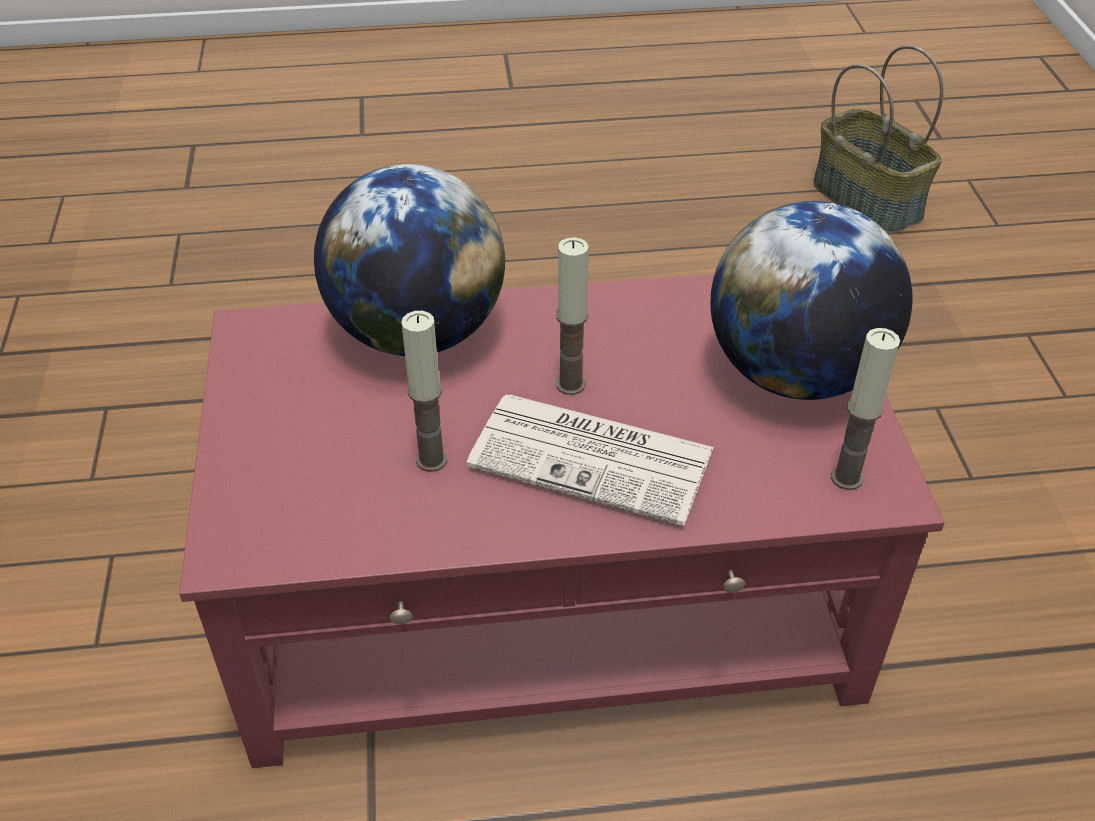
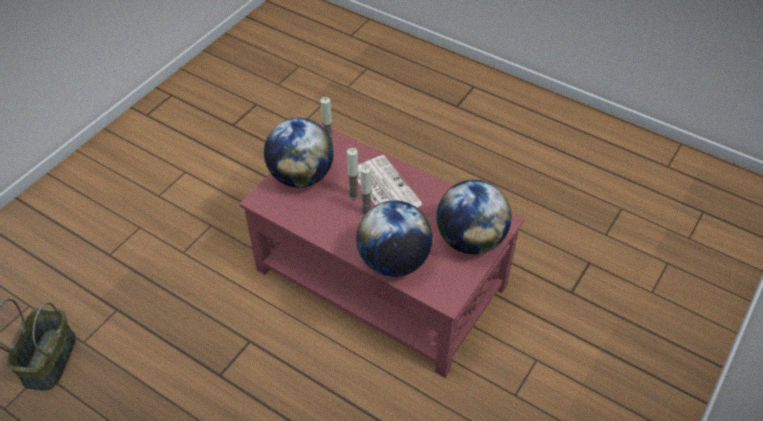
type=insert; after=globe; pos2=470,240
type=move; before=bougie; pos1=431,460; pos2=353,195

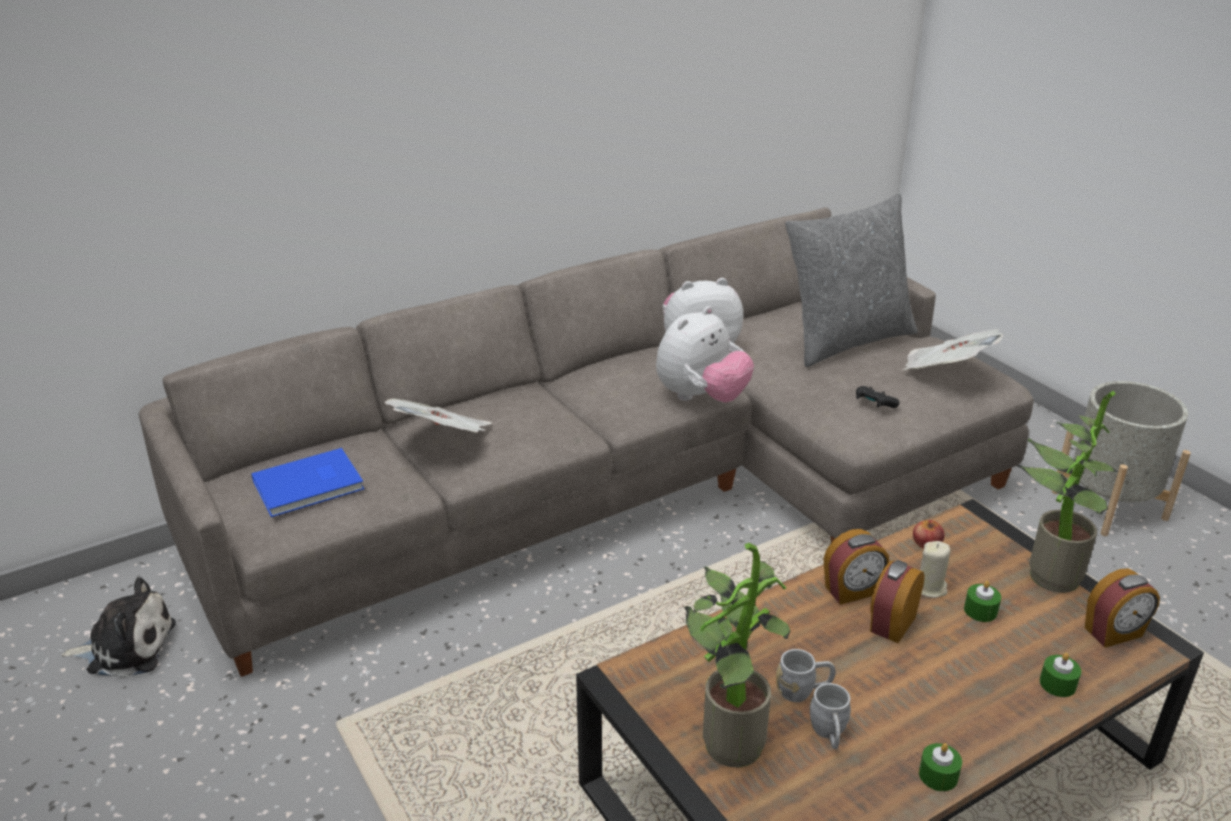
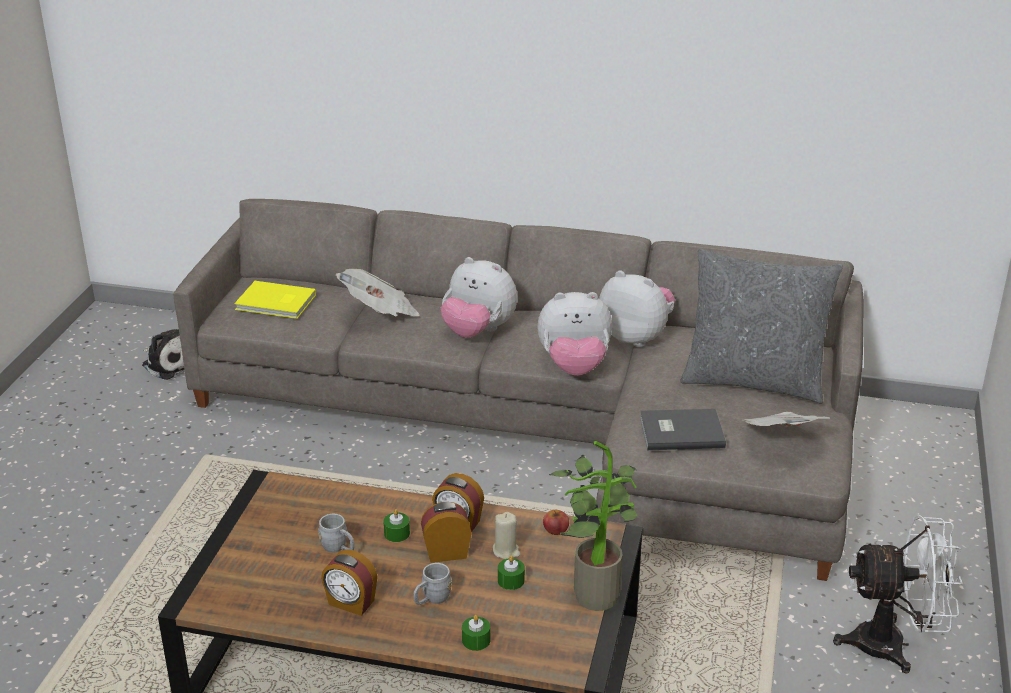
type=delete; before=plante en pot; pos1=726,739
type=insert; after=peluche; pos2=478,331
type=move; before=mug/gris; pos1=829,734; pos2=431,599
type=move; before=bougie/vert; pos1=938,775; pos2=397,533
type=move; before=réveil; pos1=1114,633; pos2=350,603
type=replace; before=manette/noir; after=livre/gris; pos1=874,405; pos2=680,431
type=replace; before=cache-pot/gris; after=ventilateur/blanc; pos1=1109,505; pos2=893,645
type=recolor; before=livre/bleu; after=livre/jaune; pos1=310,486; pos2=276,303

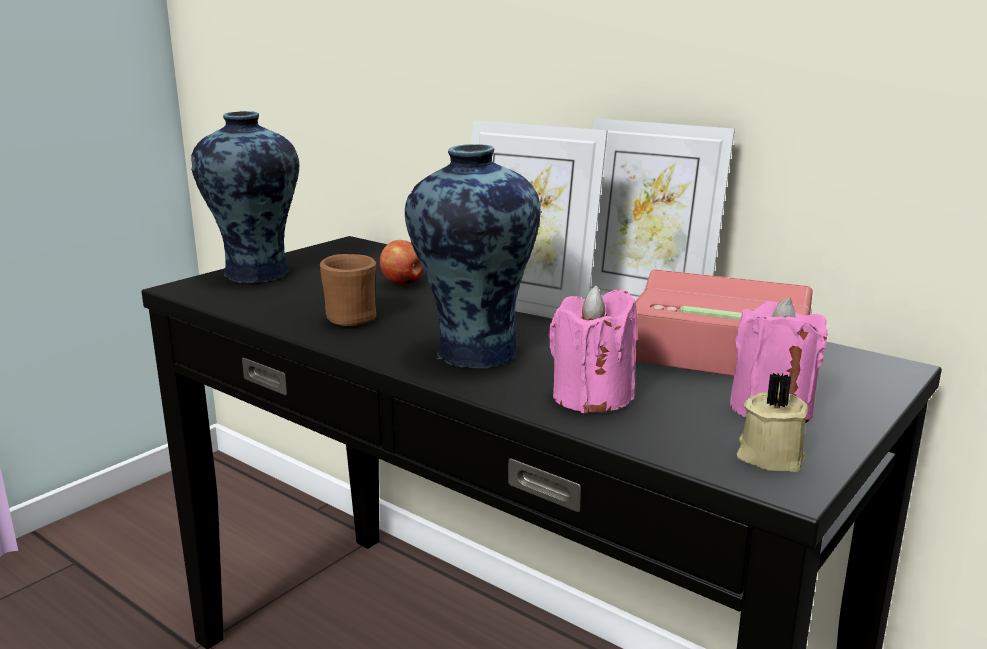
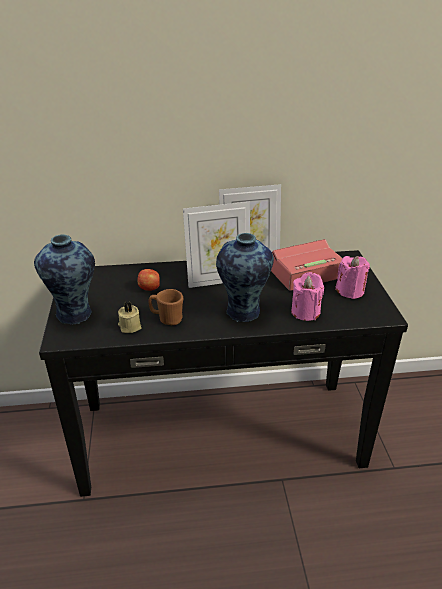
type=move; before=bougie/beige; pos1=769,456; pos2=129,326

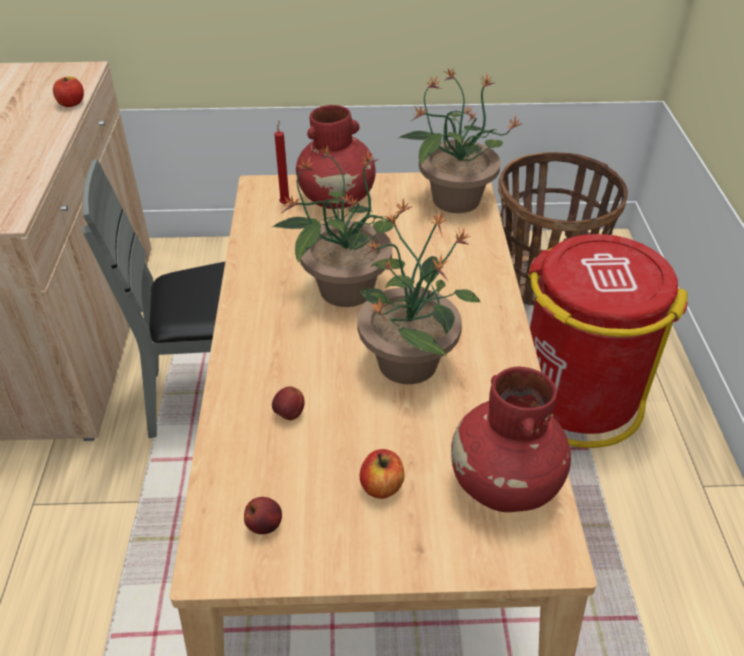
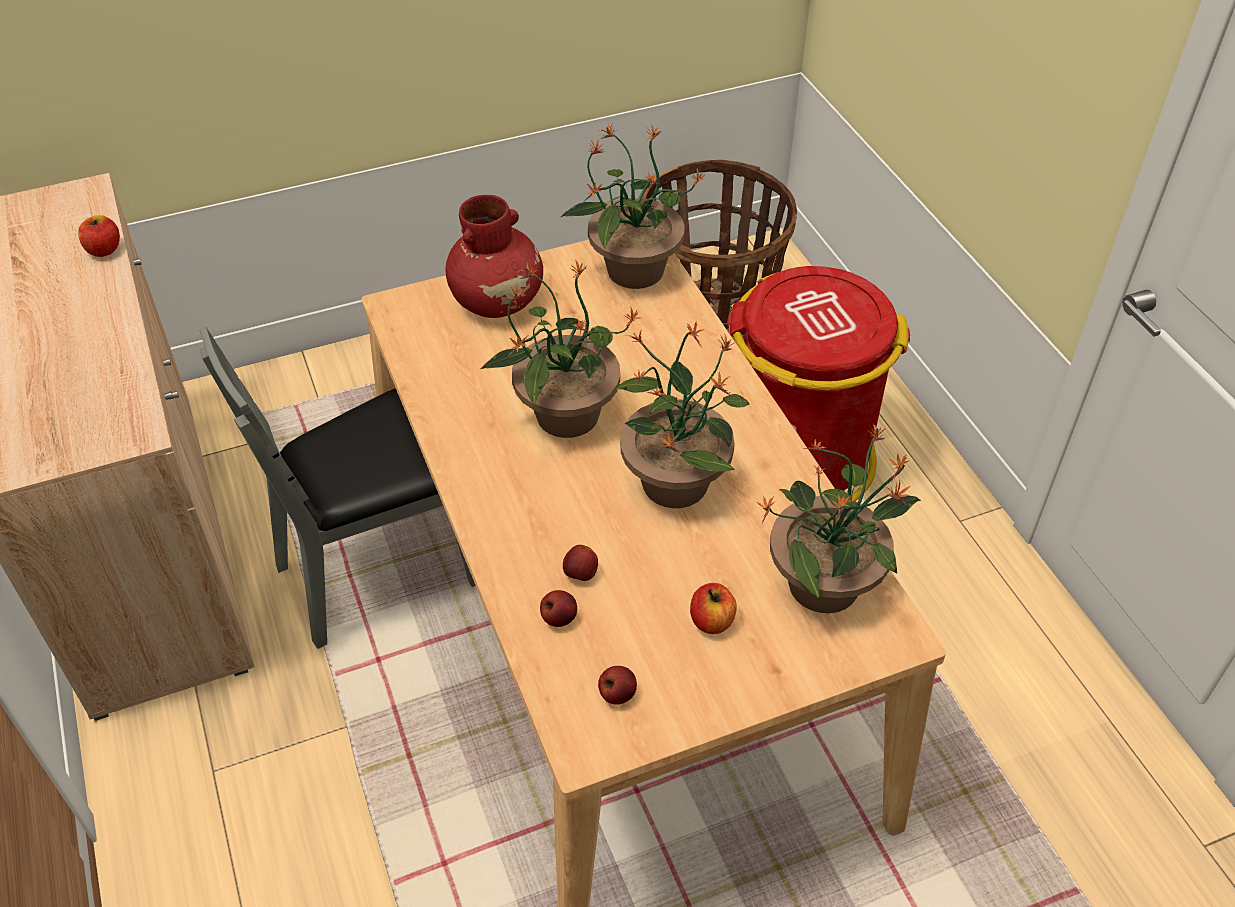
type=delete; before=bougie/rouge; pos1=285,203
type=insert; after=pomme; pos2=559,618
type=replace; before=vase/rouge; after=plante en pot; pos1=504,484; pos2=826,584

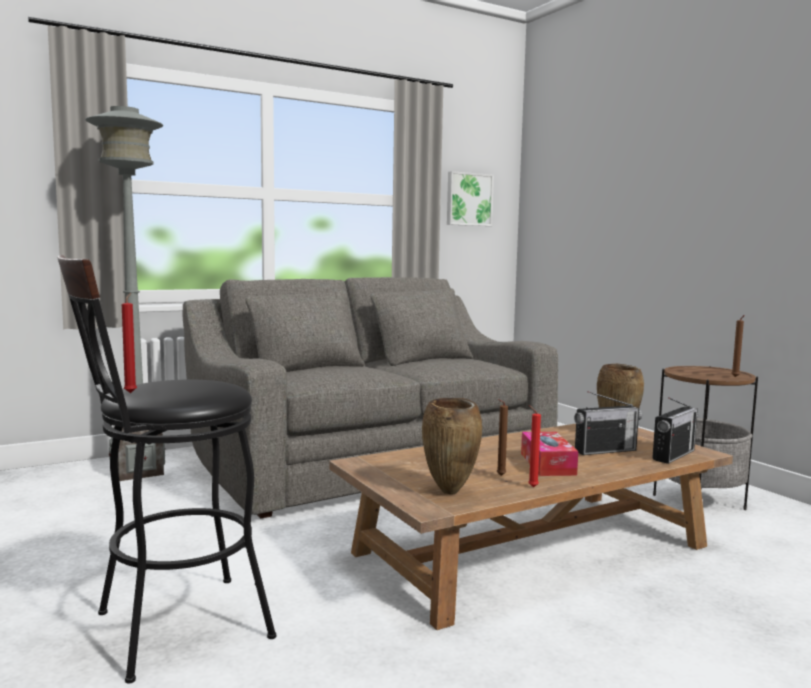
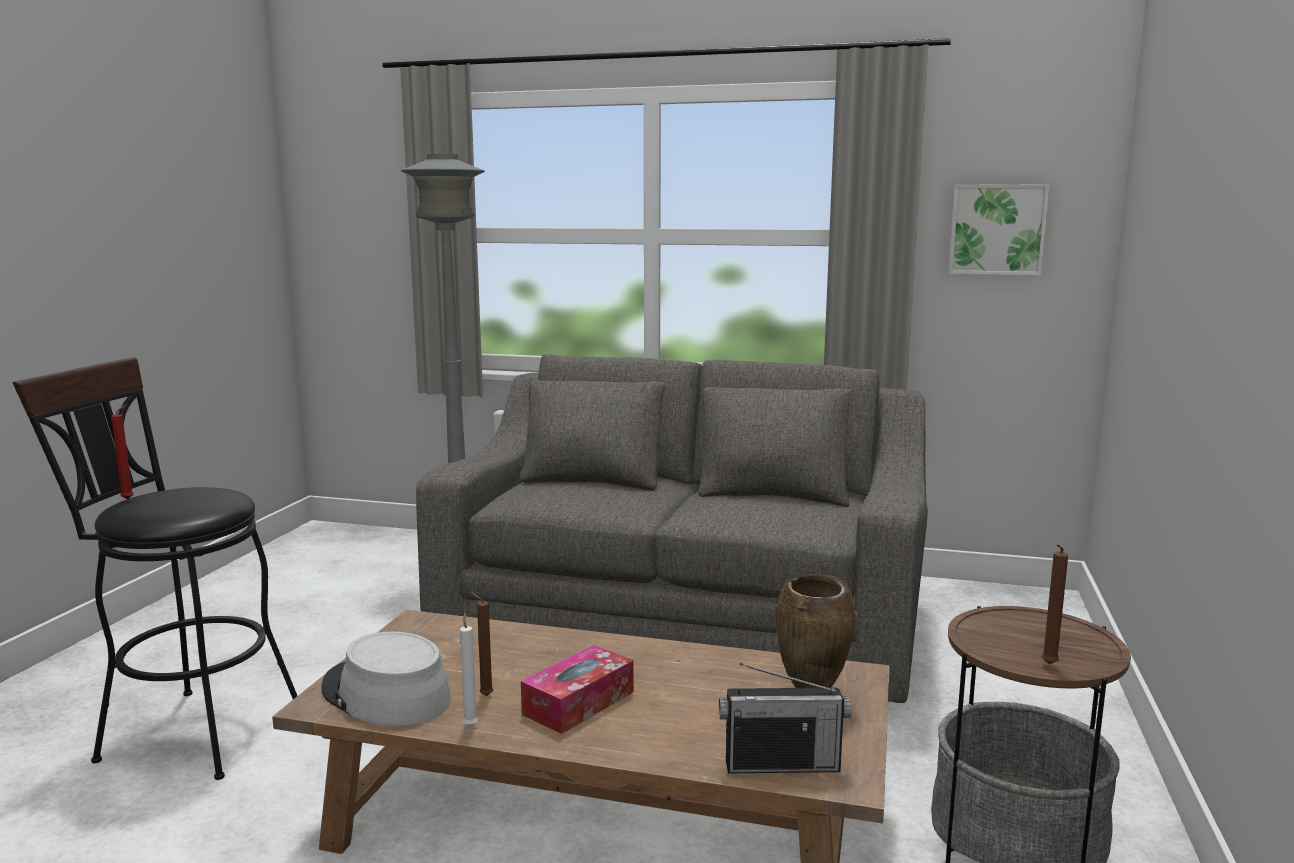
type=delete; before=radio; pos1=605,450
type=replace; before=vase/marron; after=chapeau/gris; pos1=451,492; pos2=385,694
type=recolor; before=bougie/rouge; after=bougie/blanc; pos1=531,486; pos2=470,725

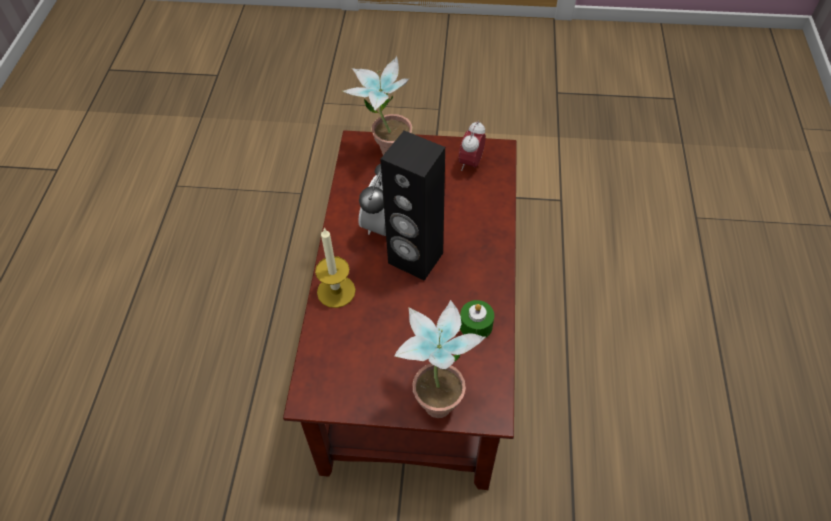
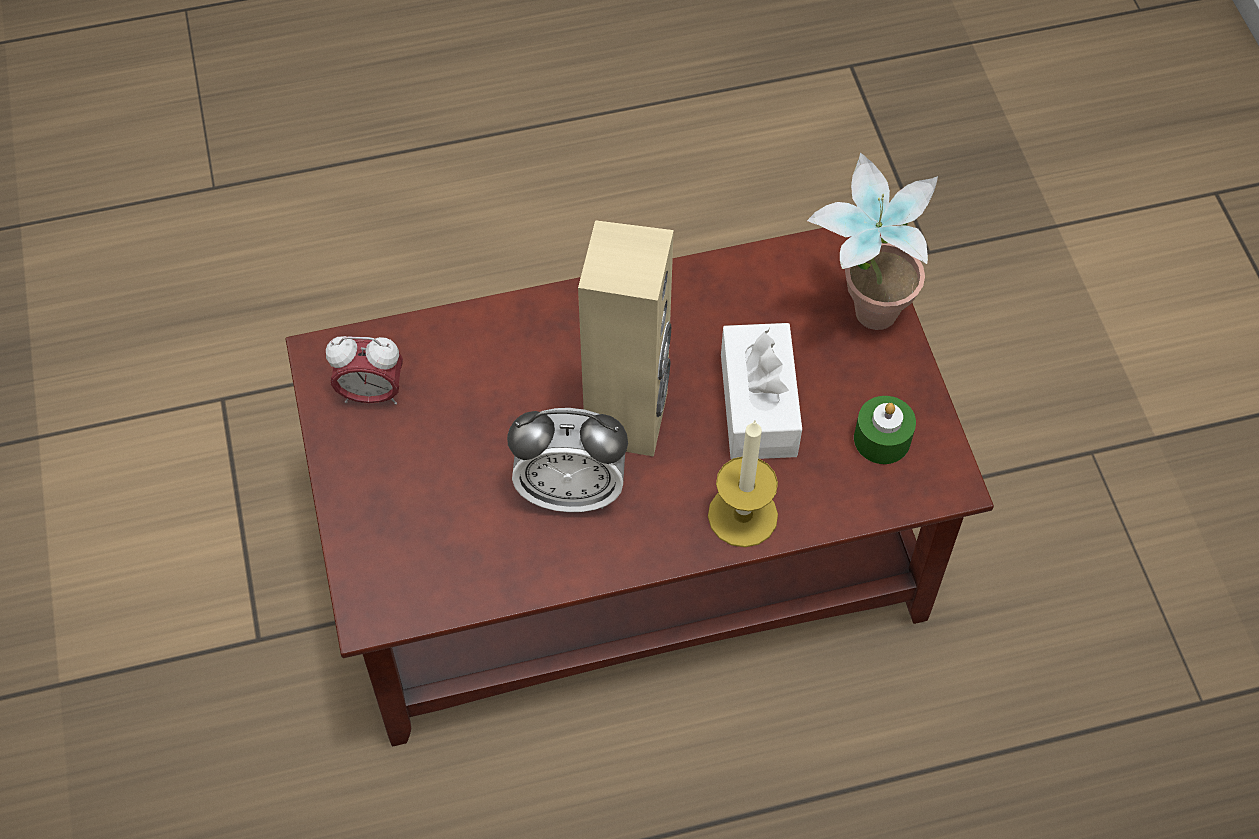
type=delete; before=plante en pot; pos1=385,151
type=insert; after=boîte à mouchoirs/blanc; pos2=758,405
type=move; before=bougie/vert; pos1=476,325; pos2=882,439
type=recolor; before=enceinte/noir; after=enceinte/beige; pos1=415,259; pos2=628,418

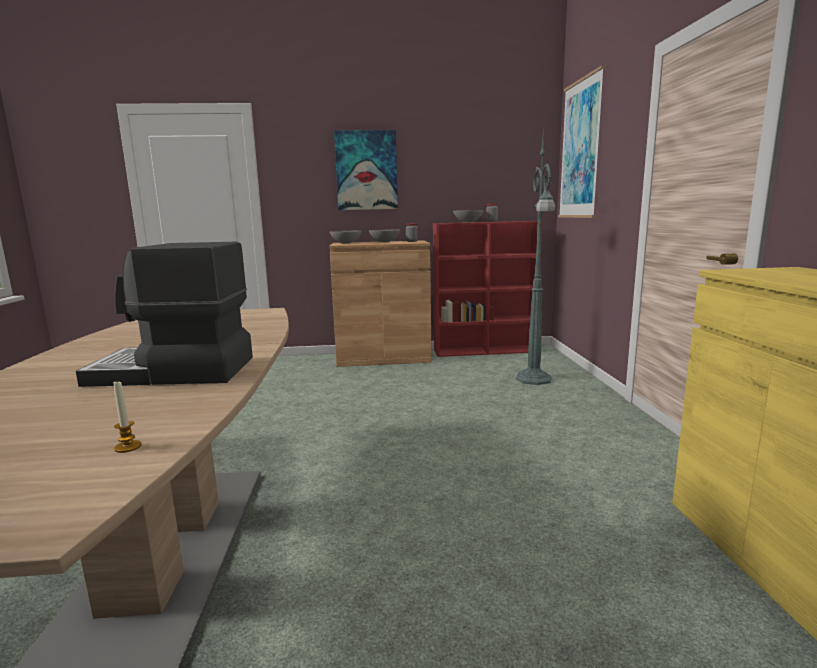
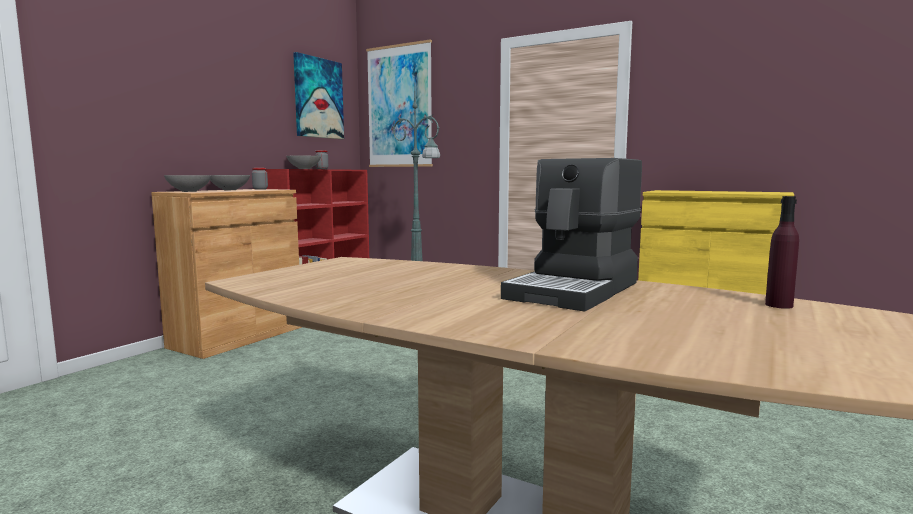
type=move; before=tableau; pos1=366,171; pos2=318,98
type=replace; before=bougie; after=bouteille/violet; pos1=128,447; pos2=779,305

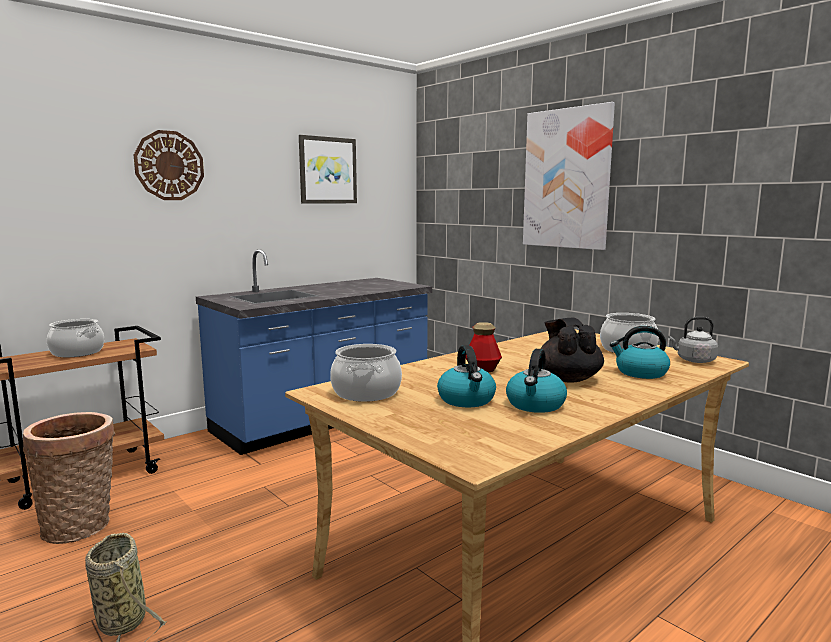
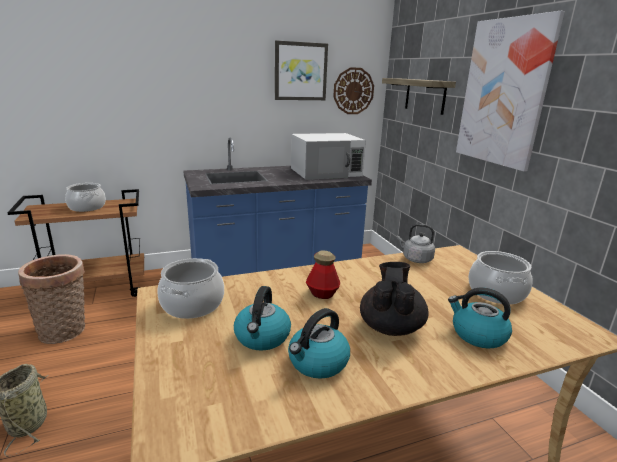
type=insert; after=micro-ondes/blanc; pos2=326,172
type=insert; after=étagère; pos2=425,95
type=move; before=horloge murale; pos1=169,165; pos2=353,91
type=move; before=bouilloire/gris; pos1=693,360; pos2=415,259

